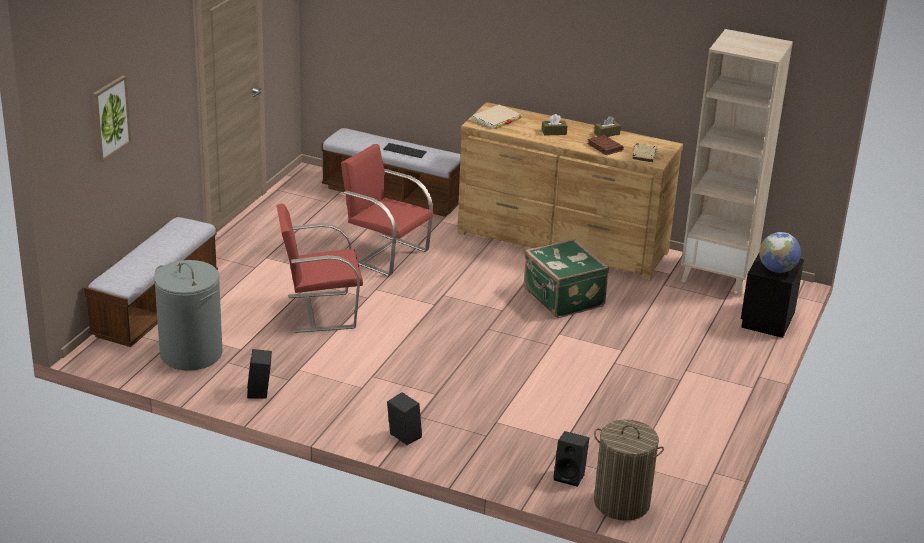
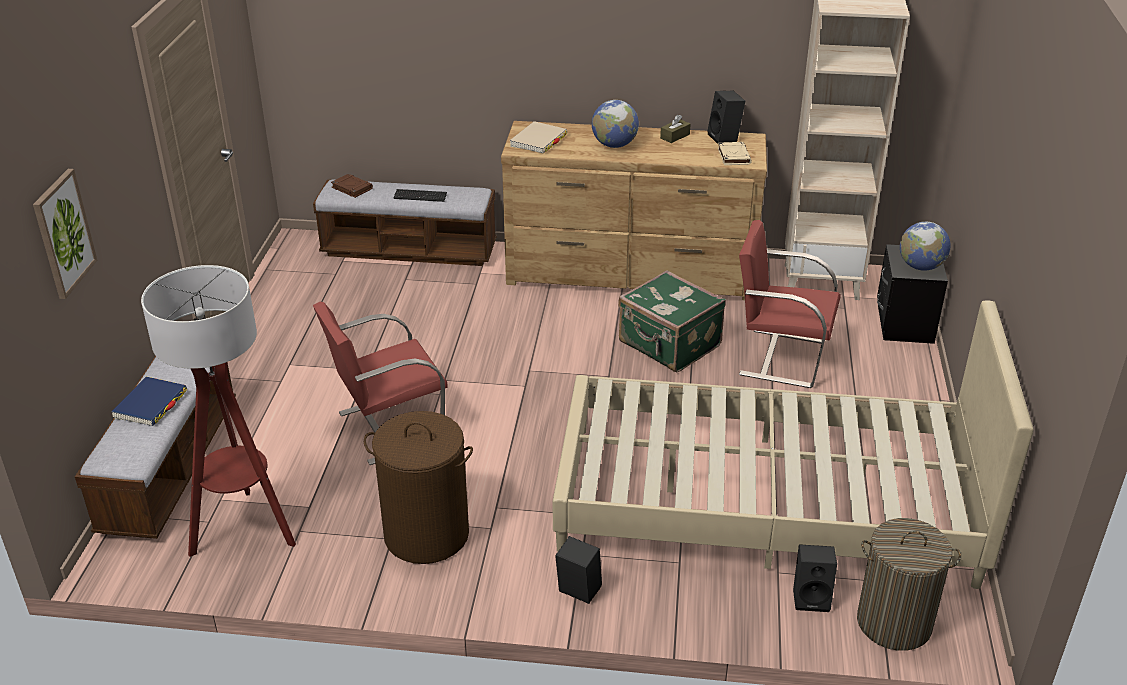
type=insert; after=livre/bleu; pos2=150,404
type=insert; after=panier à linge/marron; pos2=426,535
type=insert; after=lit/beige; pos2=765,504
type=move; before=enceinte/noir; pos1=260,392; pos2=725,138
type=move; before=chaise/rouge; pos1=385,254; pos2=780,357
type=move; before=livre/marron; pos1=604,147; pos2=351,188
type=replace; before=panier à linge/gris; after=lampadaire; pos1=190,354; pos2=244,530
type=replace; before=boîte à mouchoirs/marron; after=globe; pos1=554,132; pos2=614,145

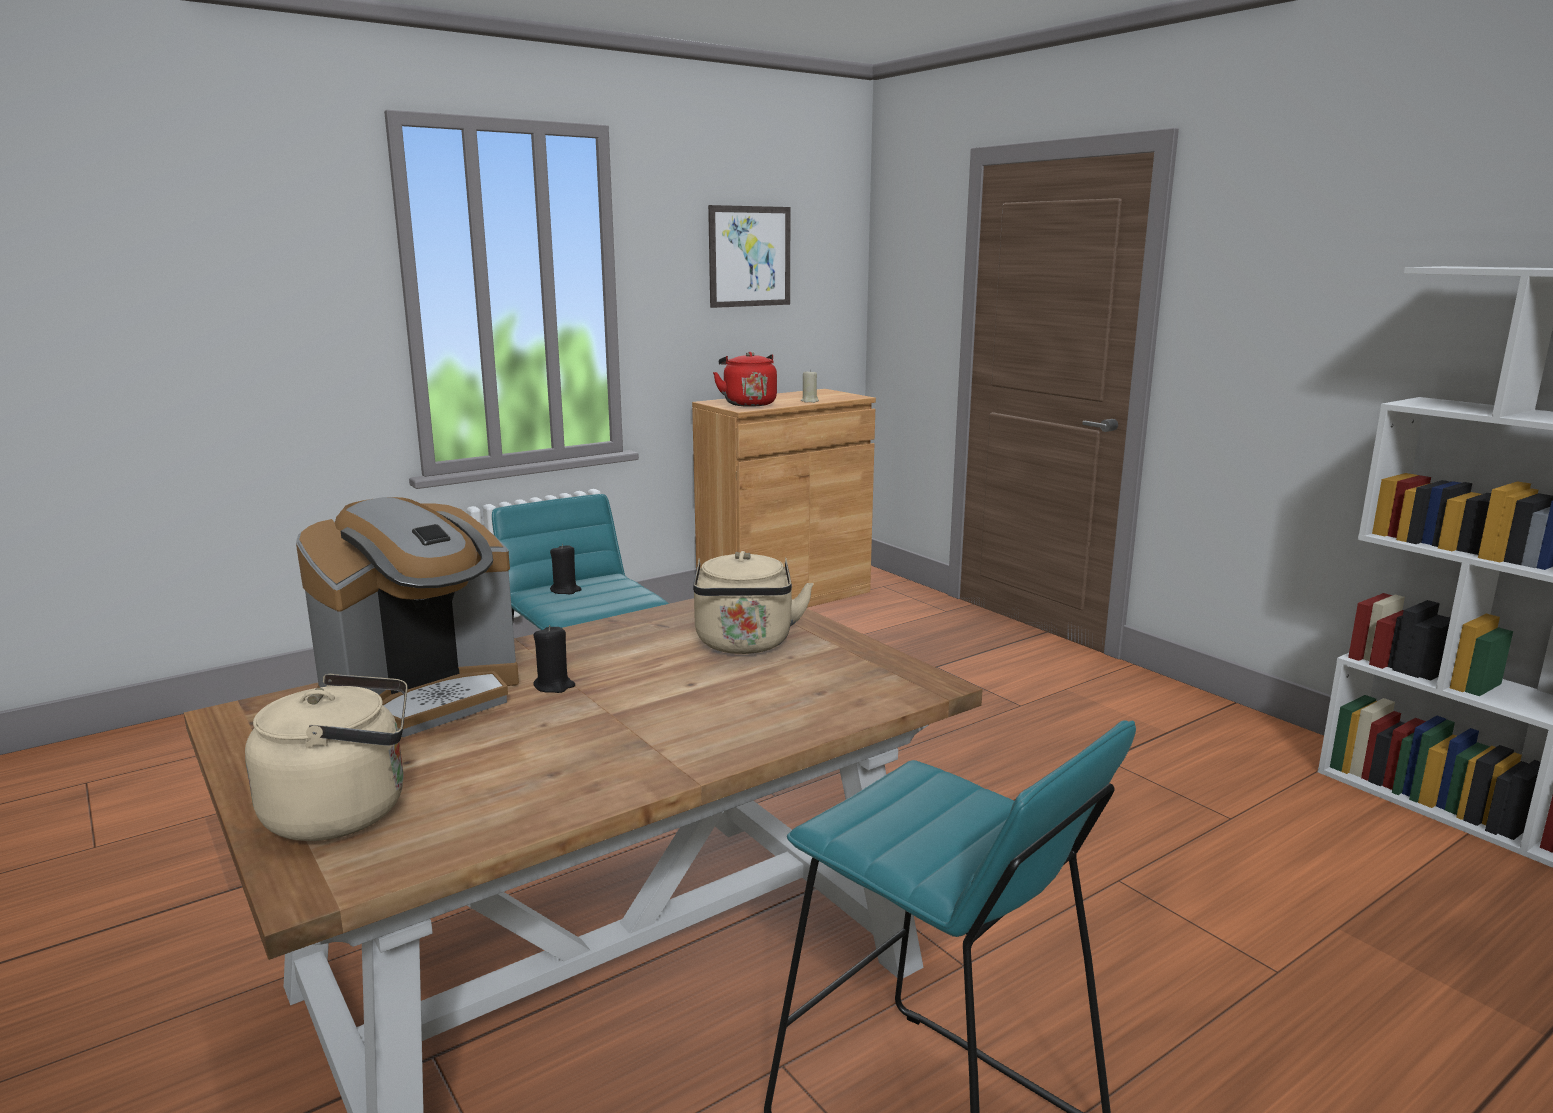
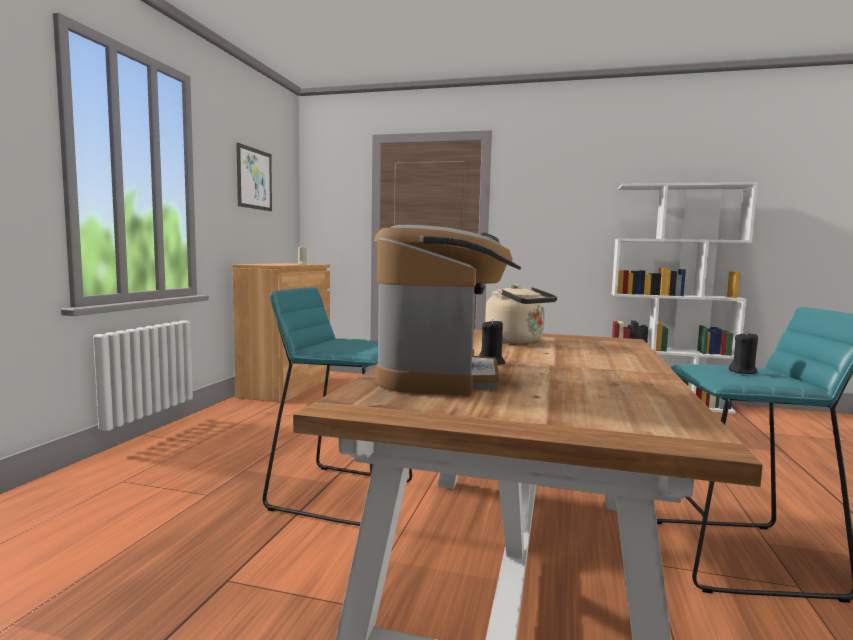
type=delete; before=bouilloire/beige; pos1=346,811
type=delete; before=bouilloire/rouge; pos1=748,403
type=move; before=bougie/noir; pos1=565,590; pos2=743,372

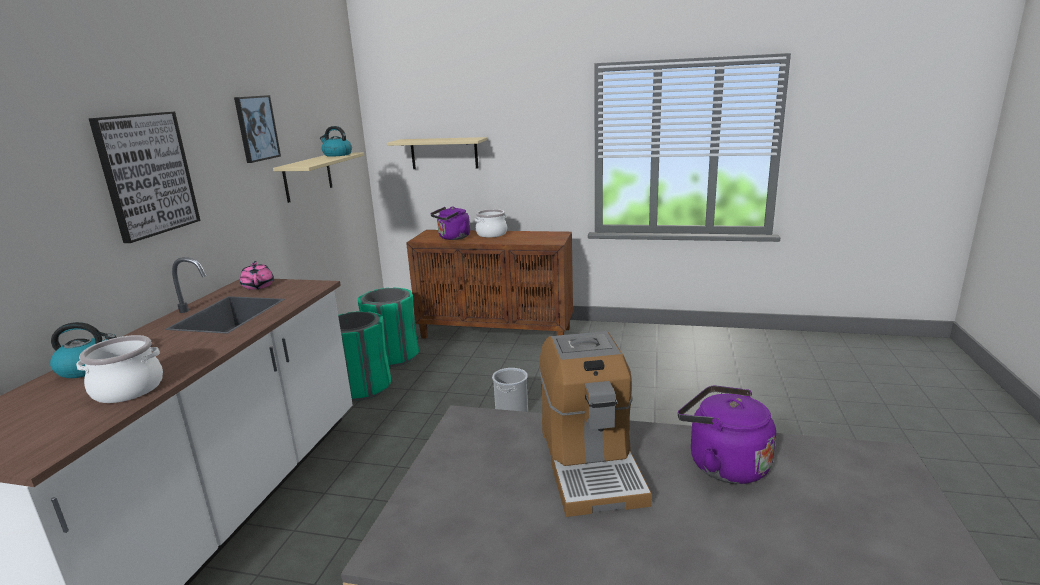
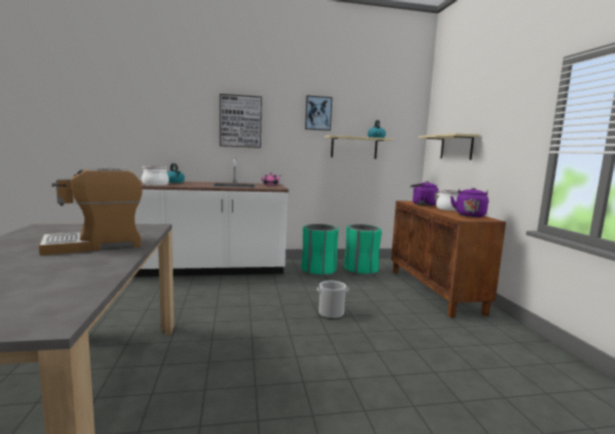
type=move; before=bouilloire/violet; pos1=723,464; pos2=469,215

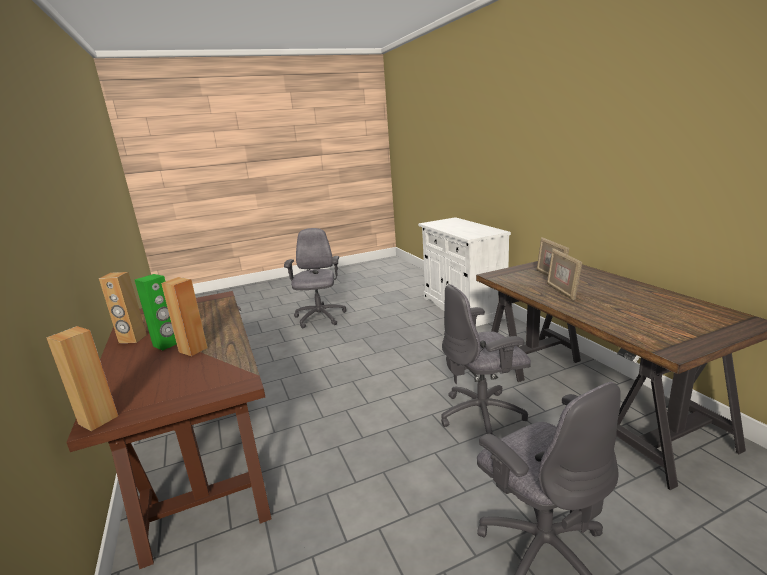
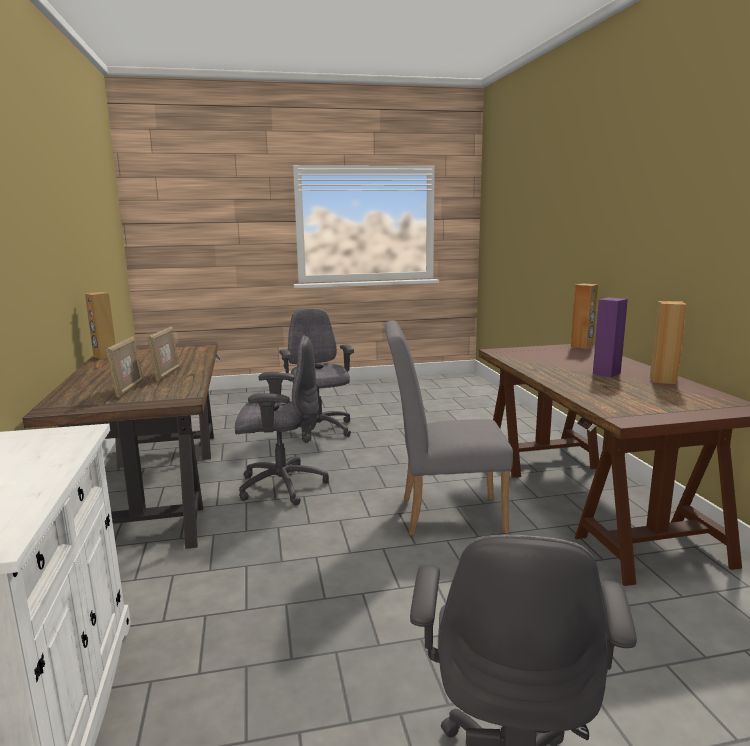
type=insert; after=chaise/gris; pos2=443,514
type=move; before=enceinte/marron; pos1=193,350; pos2=104,356
type=recolor; before=enceinte/vert; after=enceinte/violet; pos1=167,344; pos2=606,373

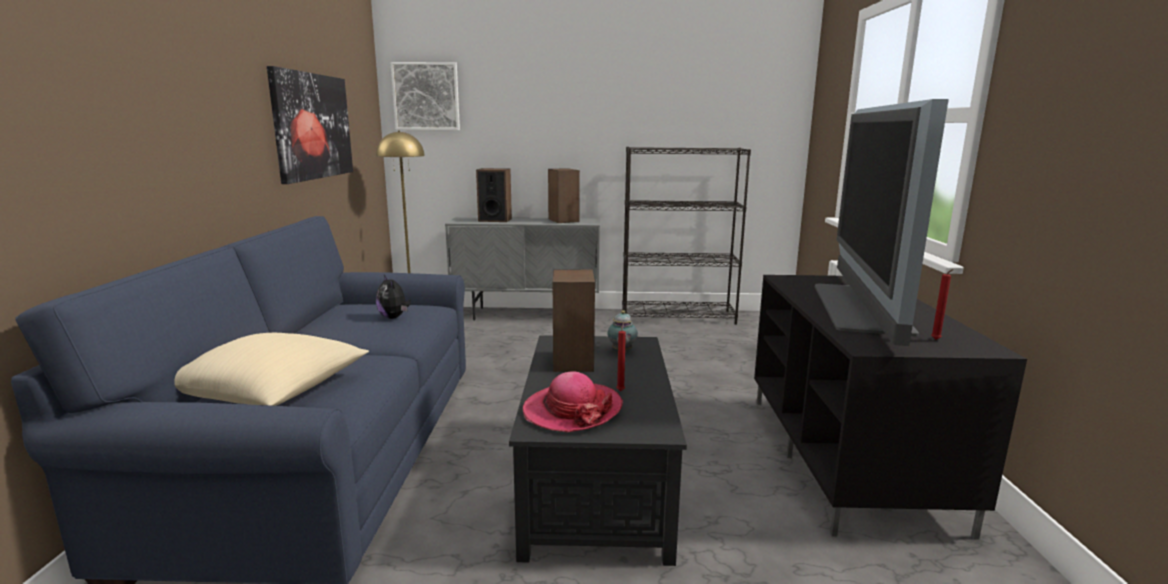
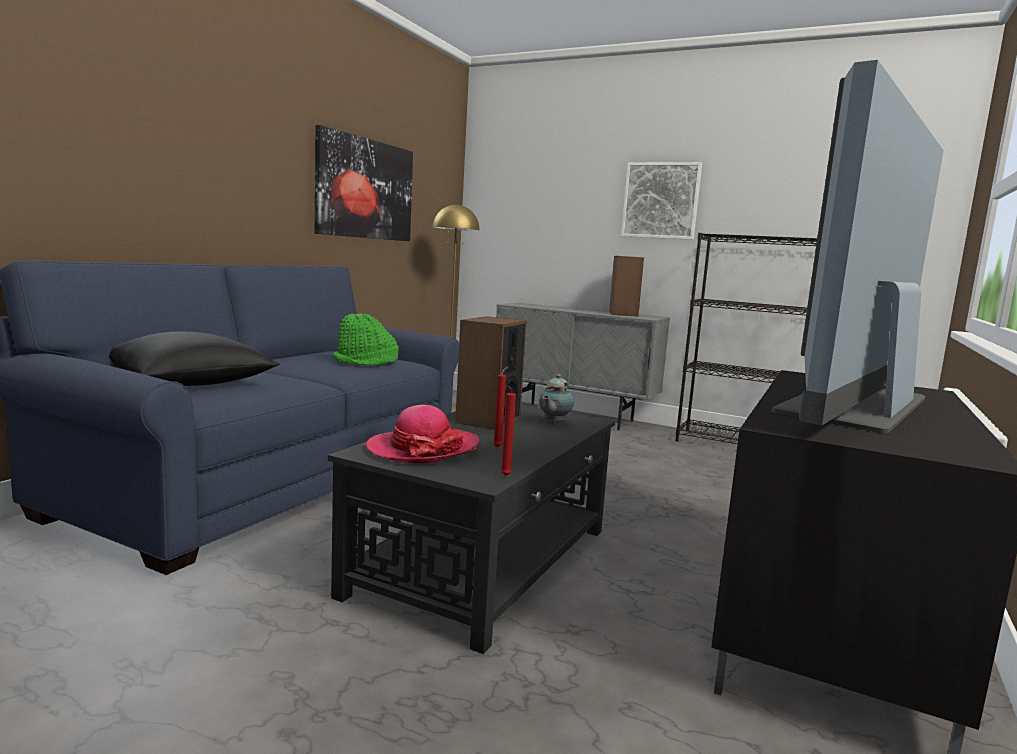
type=delete; before=enceinte; pos1=495,220
type=move; before=tableau; pos1=426,96; pos2=661,201
type=move; before=bougie/rouge; pos1=936,340; pos2=504,476
type=replace; before=peluche; after=chapeau/vert; pos1=394,317; pos2=366,362
type=recolor; before=coussin/beige; after=coussin/noir; pos1=271,391; pos2=189,383

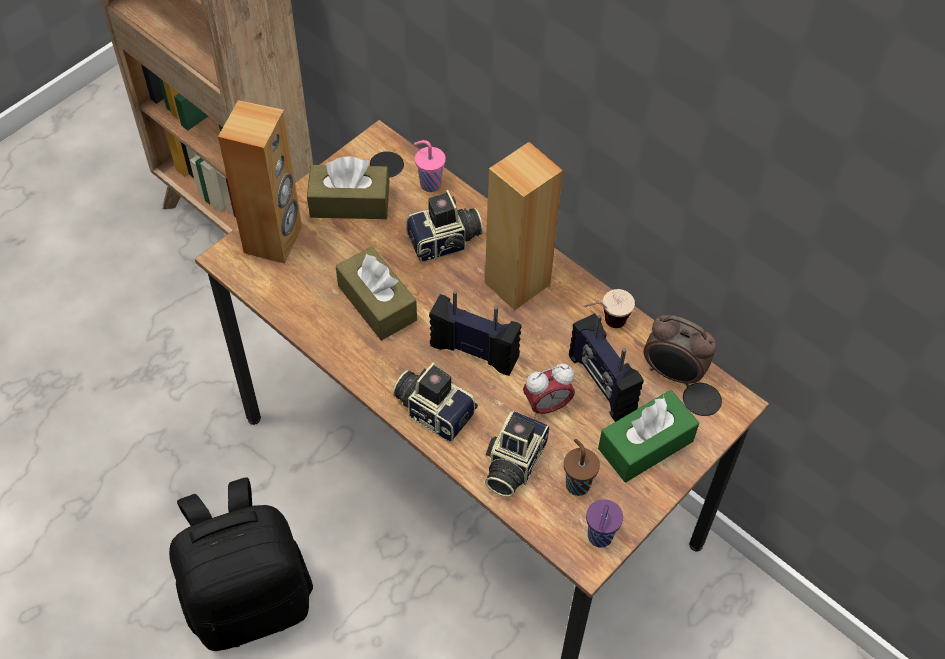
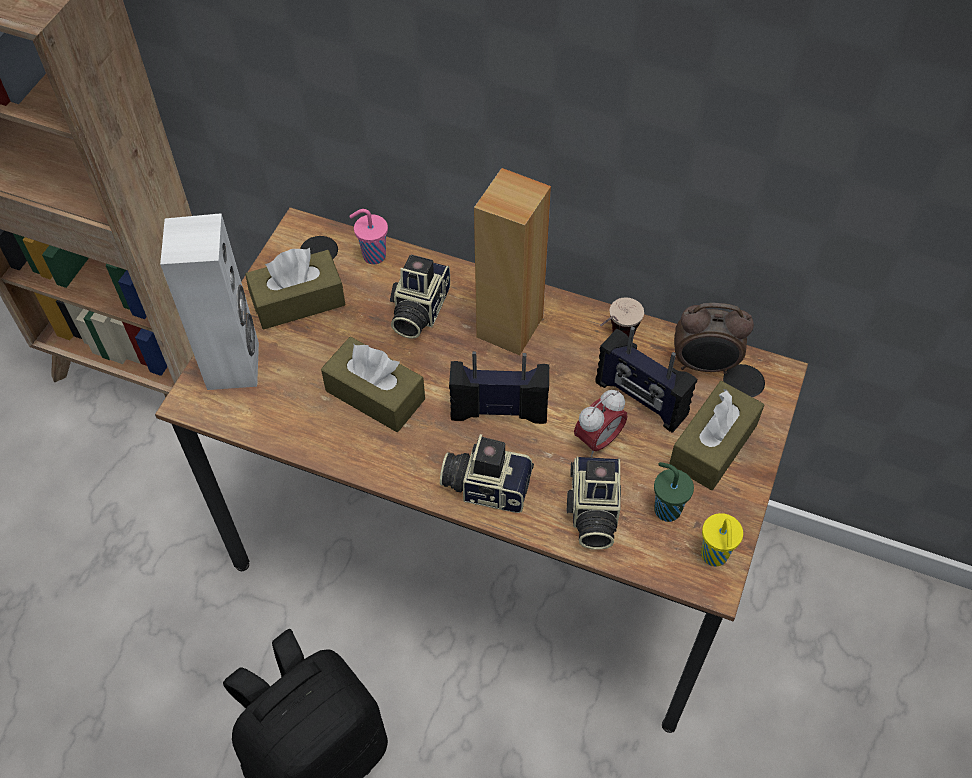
type=recolor; before=enceinte/marron; after=enceinte/blanc; pos1=274,240; pos2=234,365
type=recolor; before=tasse/marron; after=tasse/vert; pos1=577,483; pos2=666,509
type=recolor; before=tasse/violet; after=tasse/jaune; pos1=599,538; pos2=714,556
type=recolor; before=boîte à mouchoirs/vert; after=boîte à mouchoirs/marron; pos1=645,445; pos2=713,445
type=rotate; before=appareil photo; pos1=445,243; pos2=417,310; turn=150

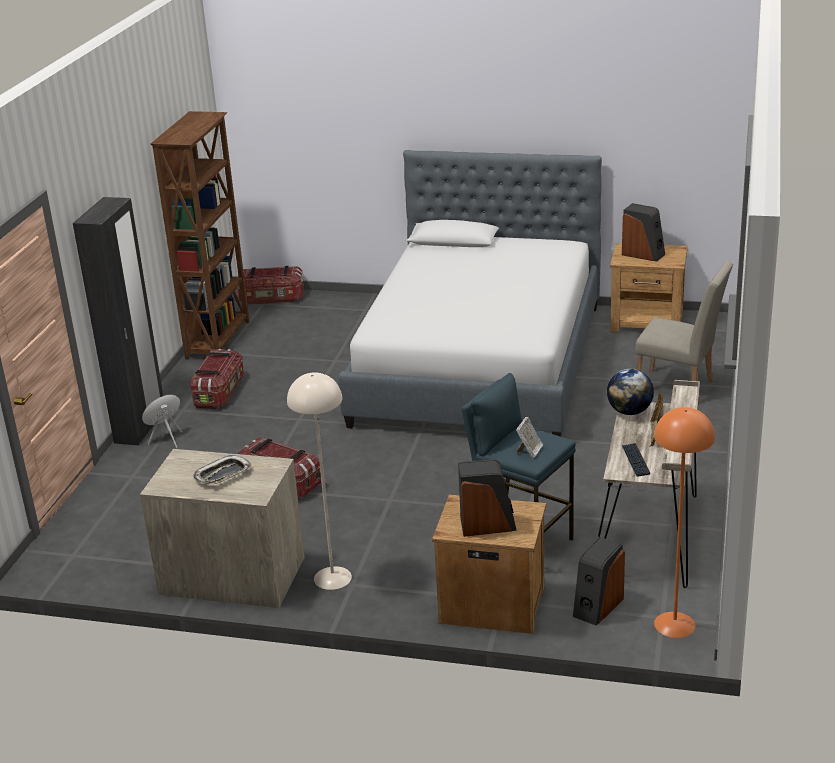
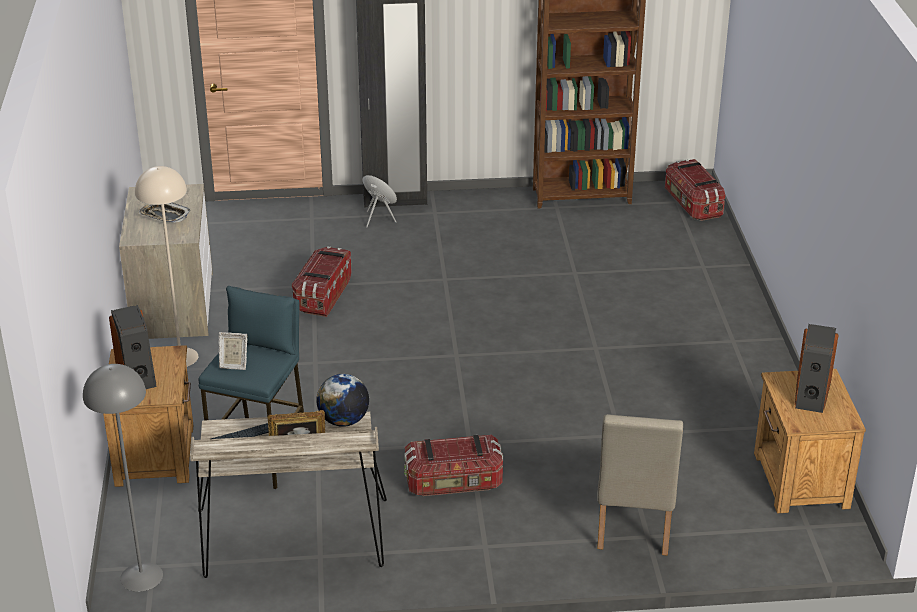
type=delete; before=lit; pos1=480,364
type=delete; before=enceinte; pos1=597,606
type=move; before=boîte de rangement; pos1=220,392; pos2=454,483
type=recolor; before=lampadaire/orange; after=lampadaire/gris; pos1=675,624; pos2=141,577

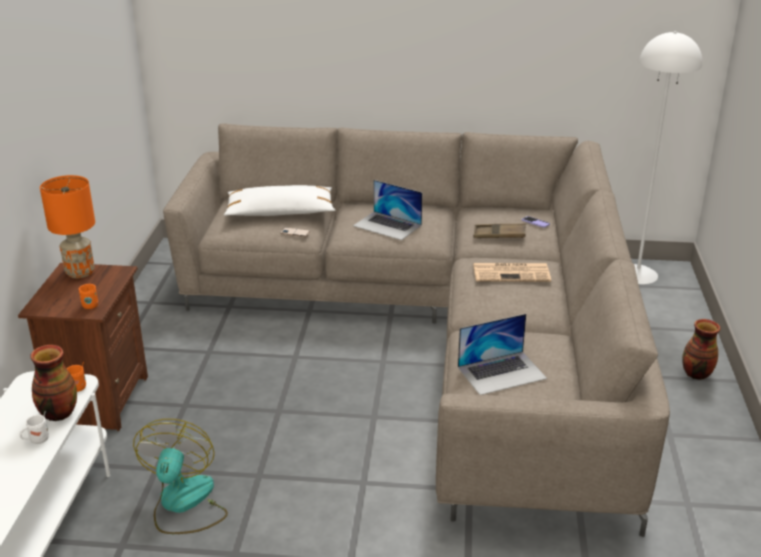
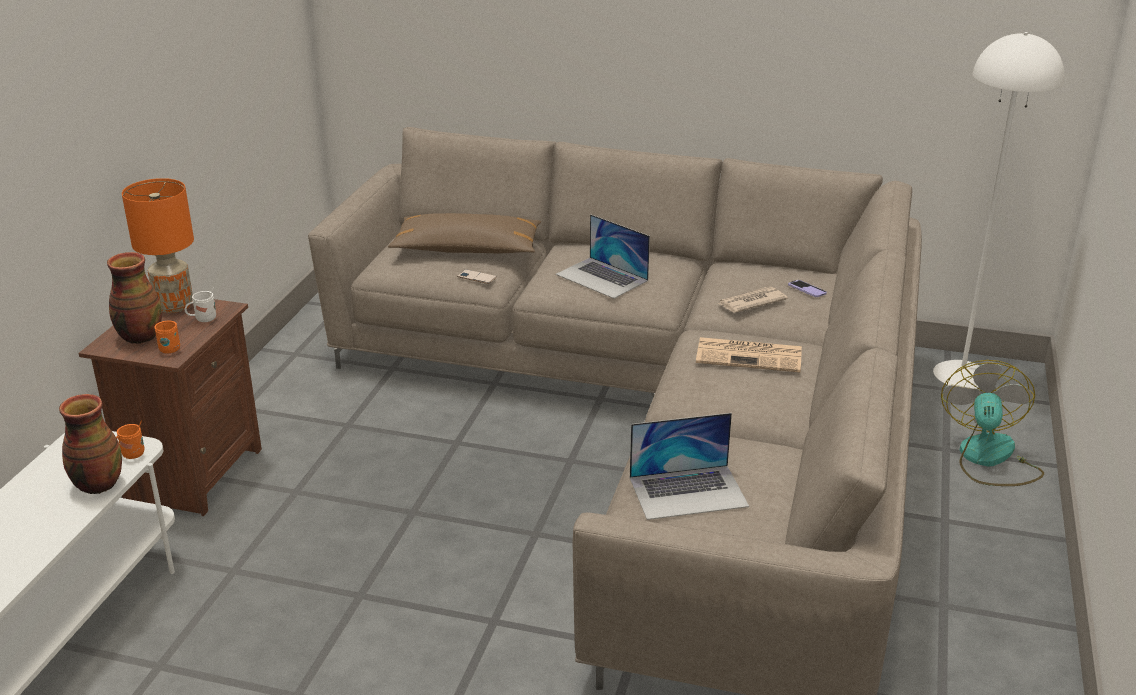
type=move; before=mug/blanc; pos1=36,441; pos2=203,319
type=move; before=ventilateur; pos1=184,504; pos2=988,459
type=move; before=vase; pos1=696,374; pos2=139,337
type=replace; before=plateau/marron; after=journal; pos1=499,235; pos2=751,302
type=recolor; before=coussin/blanc; after=coussin/marron; pos1=280,212; pos2=467,249

